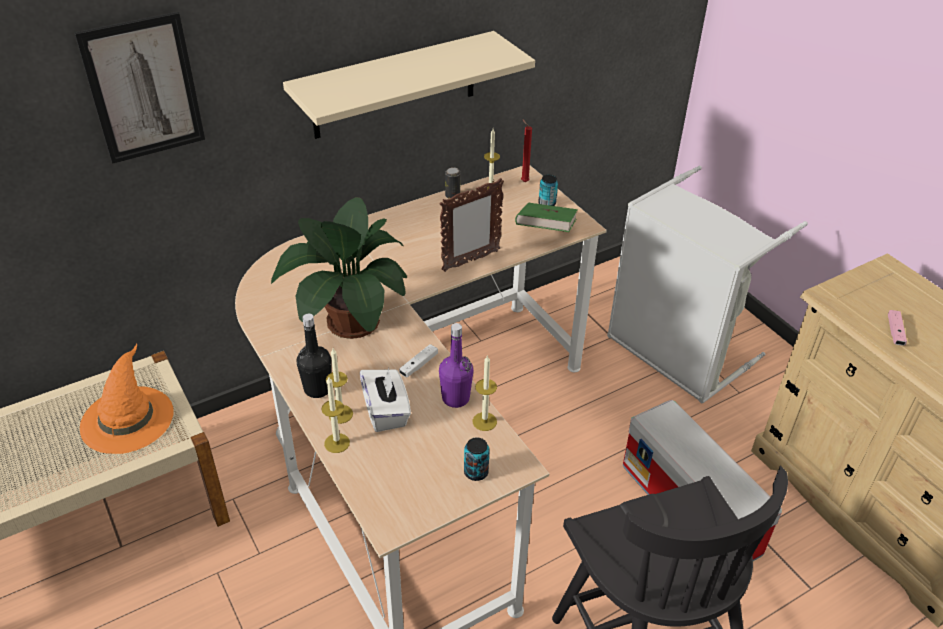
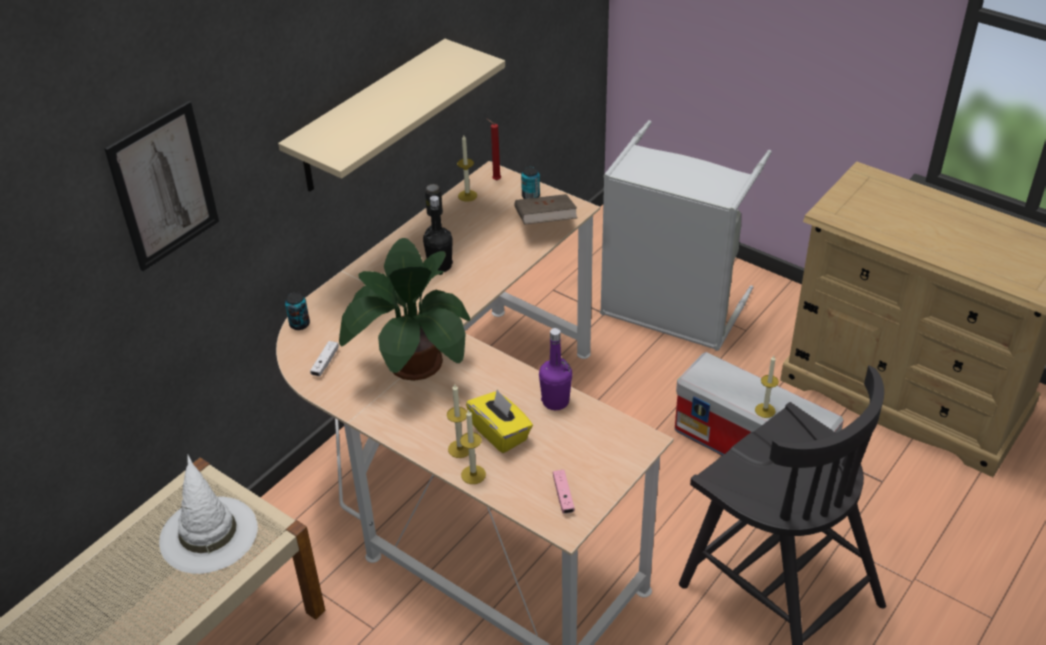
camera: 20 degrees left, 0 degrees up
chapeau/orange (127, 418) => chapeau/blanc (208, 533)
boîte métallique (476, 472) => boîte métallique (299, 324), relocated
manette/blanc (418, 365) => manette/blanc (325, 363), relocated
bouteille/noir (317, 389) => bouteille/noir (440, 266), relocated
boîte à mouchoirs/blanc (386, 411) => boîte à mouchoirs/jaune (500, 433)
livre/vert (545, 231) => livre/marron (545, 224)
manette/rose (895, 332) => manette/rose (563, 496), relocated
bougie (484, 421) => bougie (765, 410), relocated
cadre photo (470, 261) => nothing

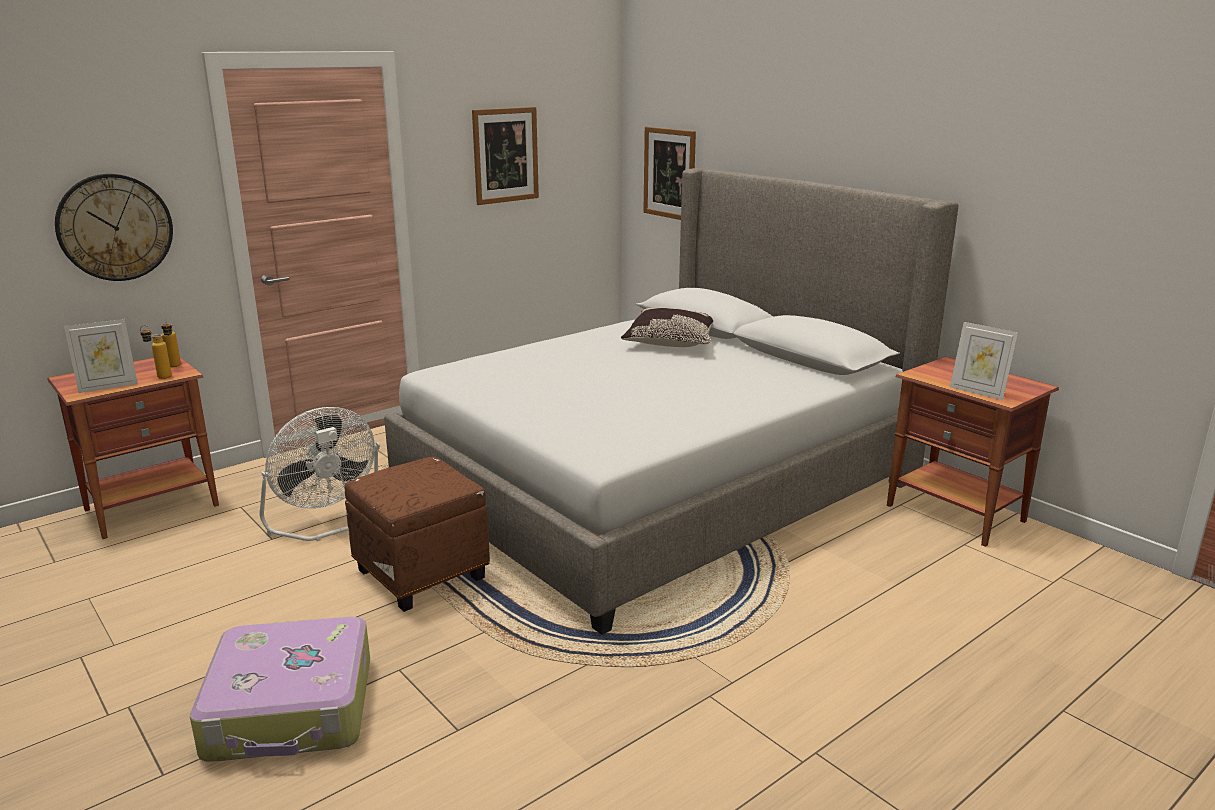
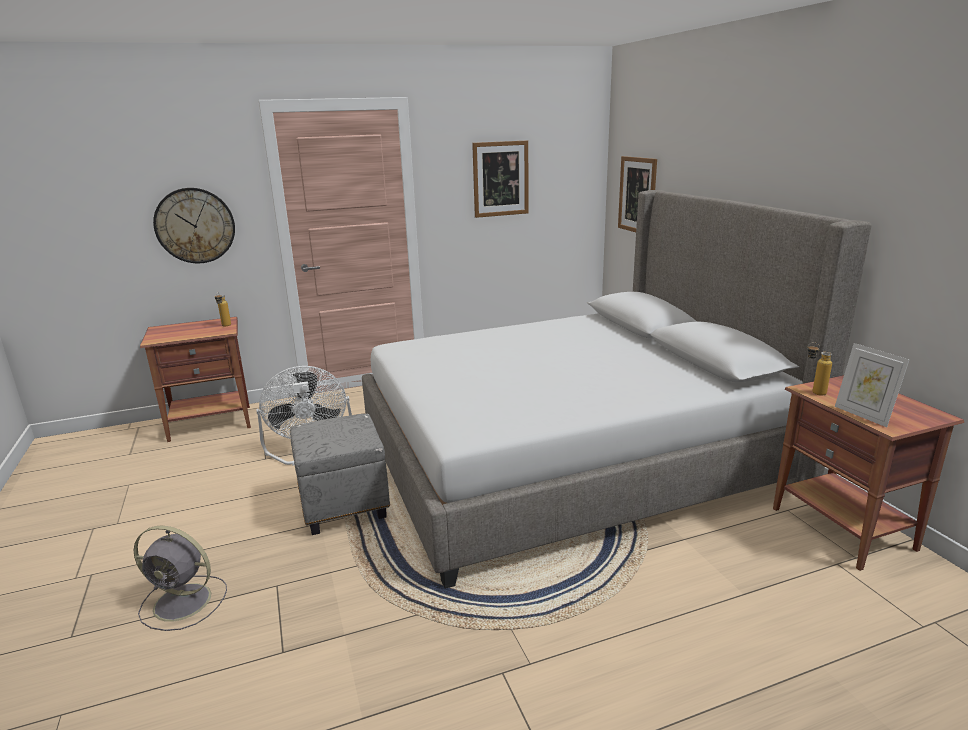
camera: 20 degrees right, 0 degrees up
valise (292, 709) => ventilateur/gris (185, 602)
pouf/marron (423, 575) => pouf/gris (345, 506)
bouteille (159, 376) => bouteille (813, 392), relocated
cadre photo (108, 387) => nothing
coussin (673, 342) => nothing

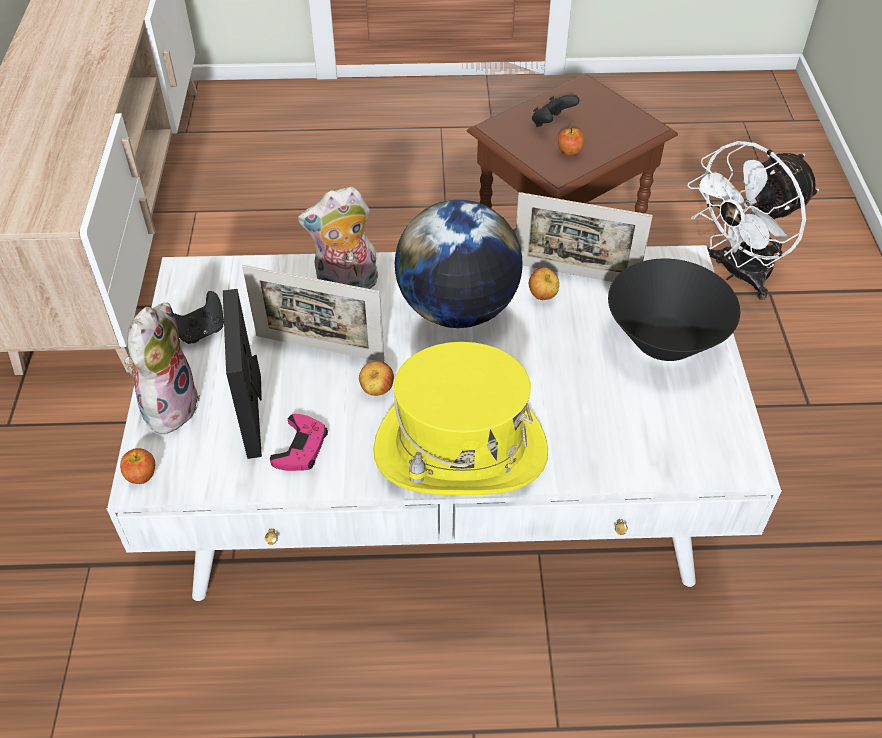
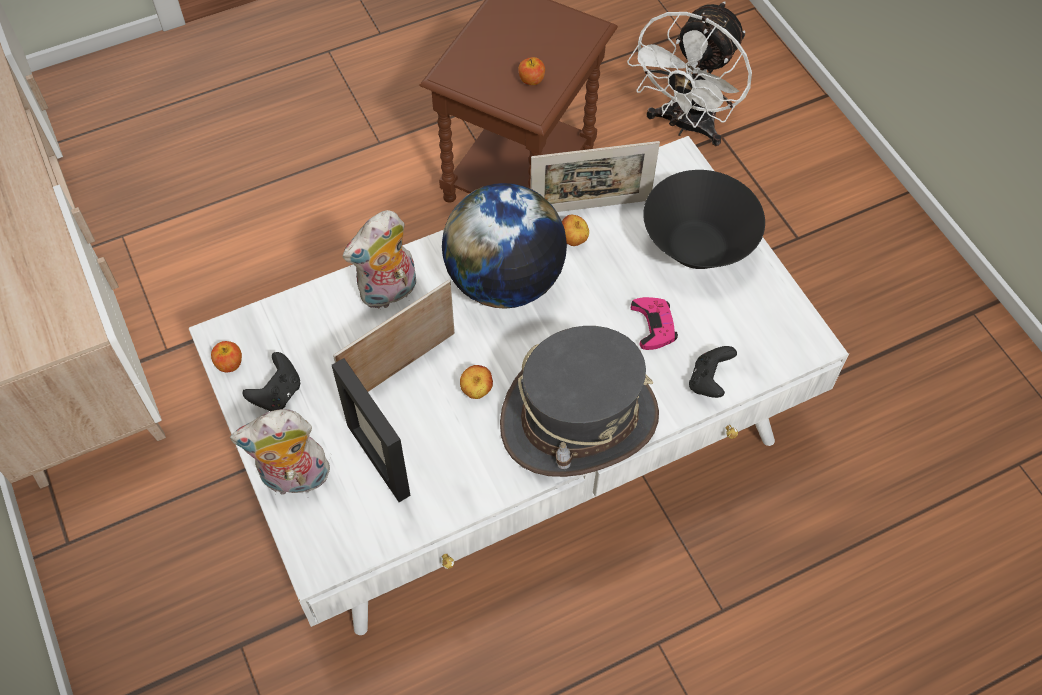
camera: 25 degrees left, 10 degrees up
pomme (141, 475) => pomme (229, 364), relocated
peluche (169, 405) => peluche (294, 479), 90 degrees counterclockwise
cadre photo (319, 348) => cadre photo (401, 368), 150 degrees clockwise
chapeau/jaune (460, 450) => chapeau/gris (579, 420)
manette/rose (300, 447) => manette/rose (653, 325), relocated
manette/noir (551, 123) => manette/noir (708, 381), relocated

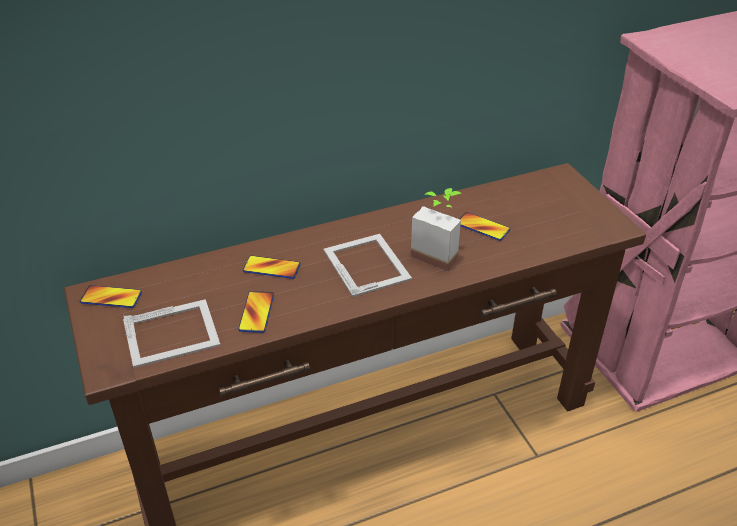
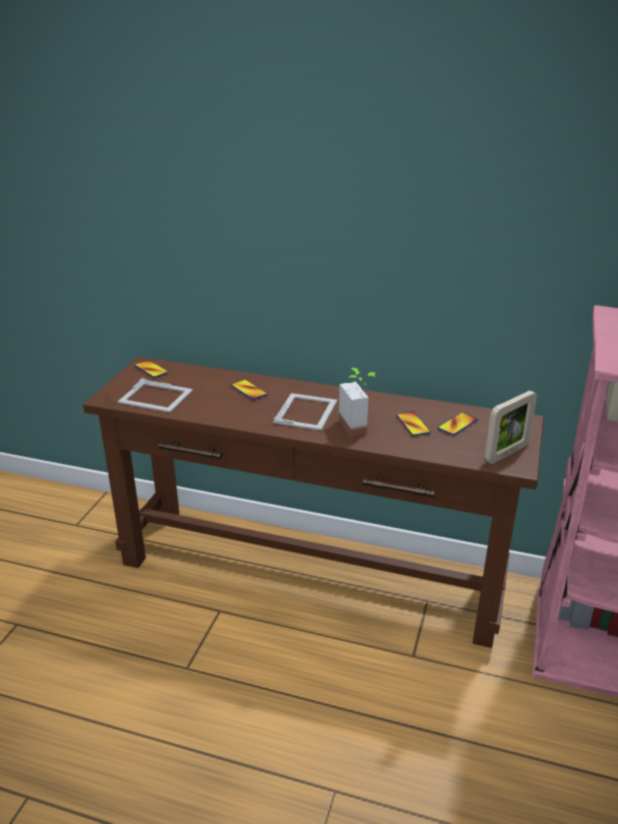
camera: 40 degrees right, 10 degrees down
téléphone (256, 312) => téléphone (457, 424), relocated
nothing => cadre photo (506, 453)

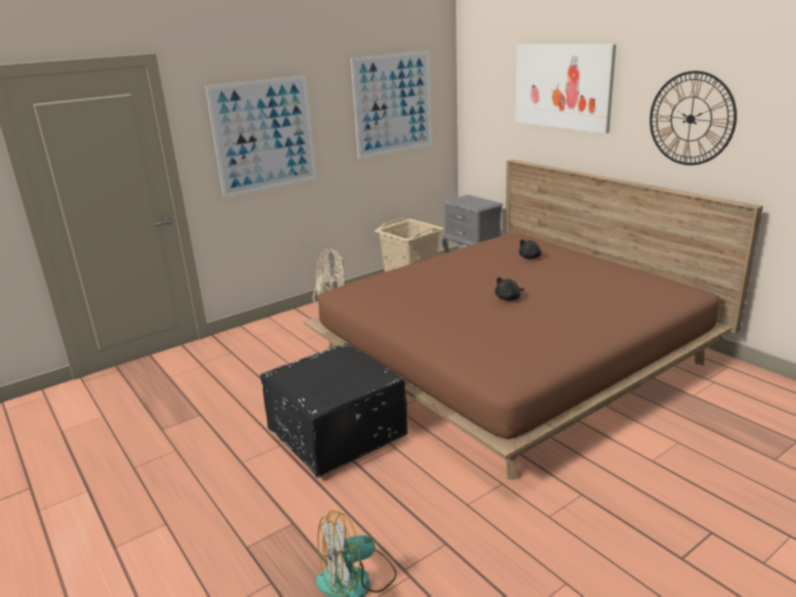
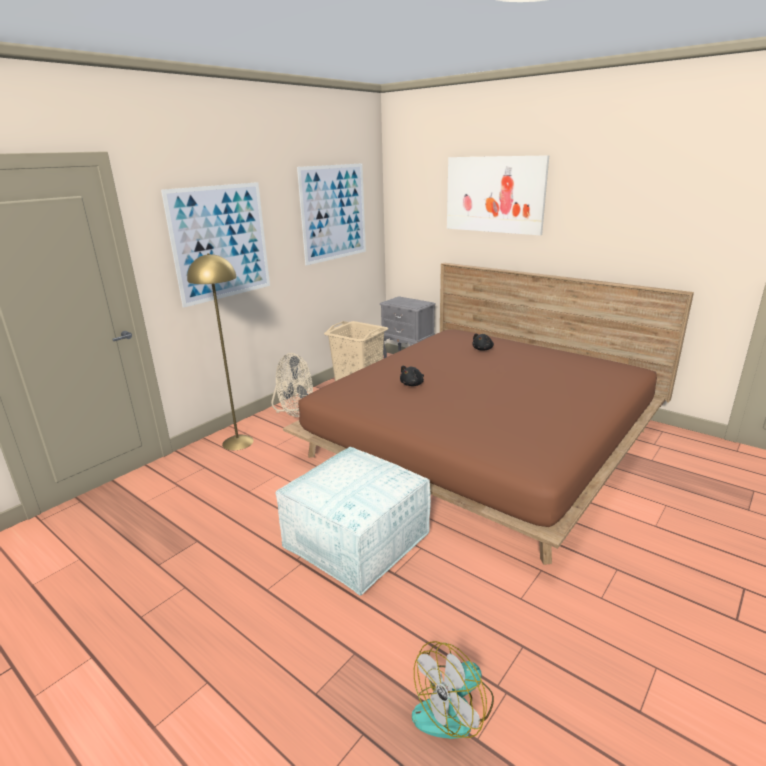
camera: 15 degrees left, 0 degrees up
nothing => lampadaire/jaune (238, 442)
pouf/noir (337, 436) => pouf/blanc (357, 544)
peluche/noir (509, 298) => peluche/noir (412, 384), relocated
horloge murale (691, 119) => nothing

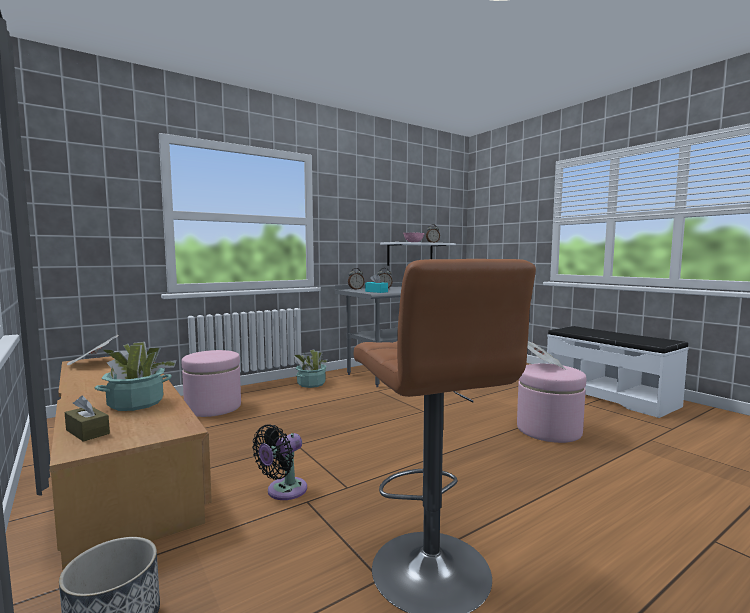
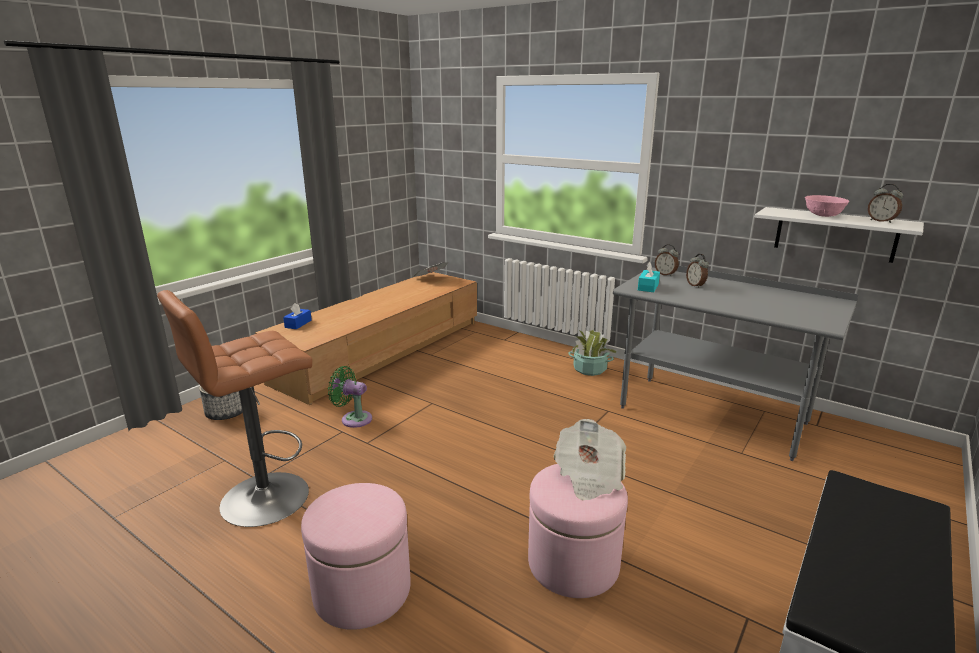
camera: 70 degrees right, 15 degrees up
boîte à mouchoirs/marron (87, 432) => boîte à mouchoirs/bleu (298, 324)
pouf/rose (213, 407) => pouf/rose (362, 590), relocated
ventilateur/noir (283, 491) => ventilateur/vert (353, 419)
plante en pot (136, 403) => nothing

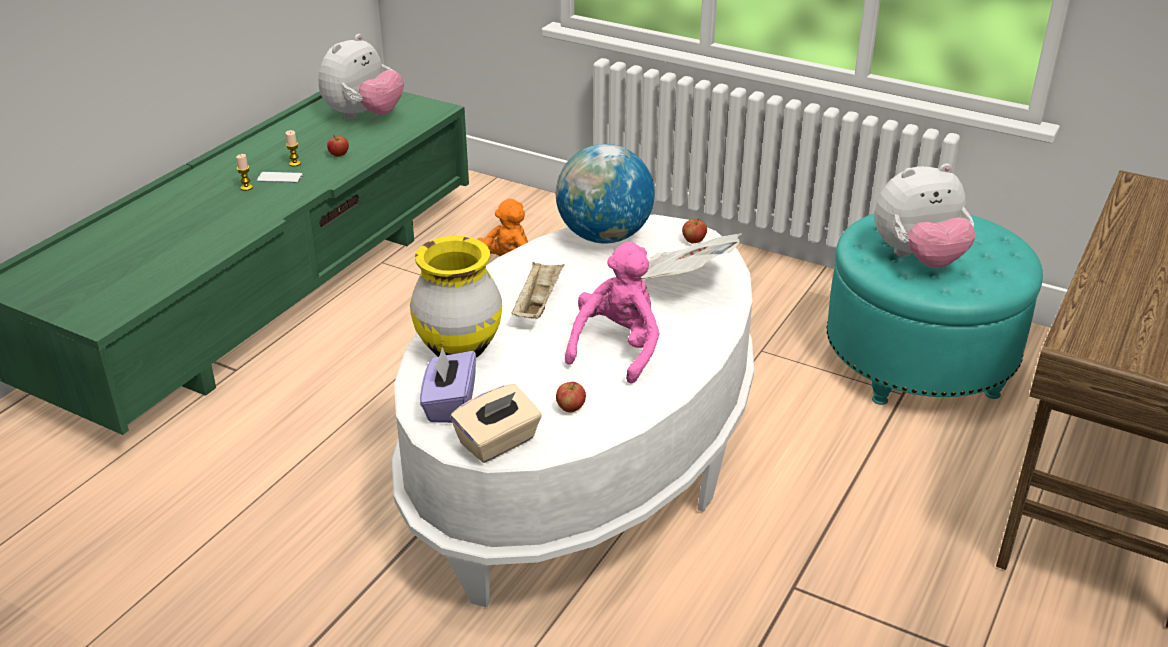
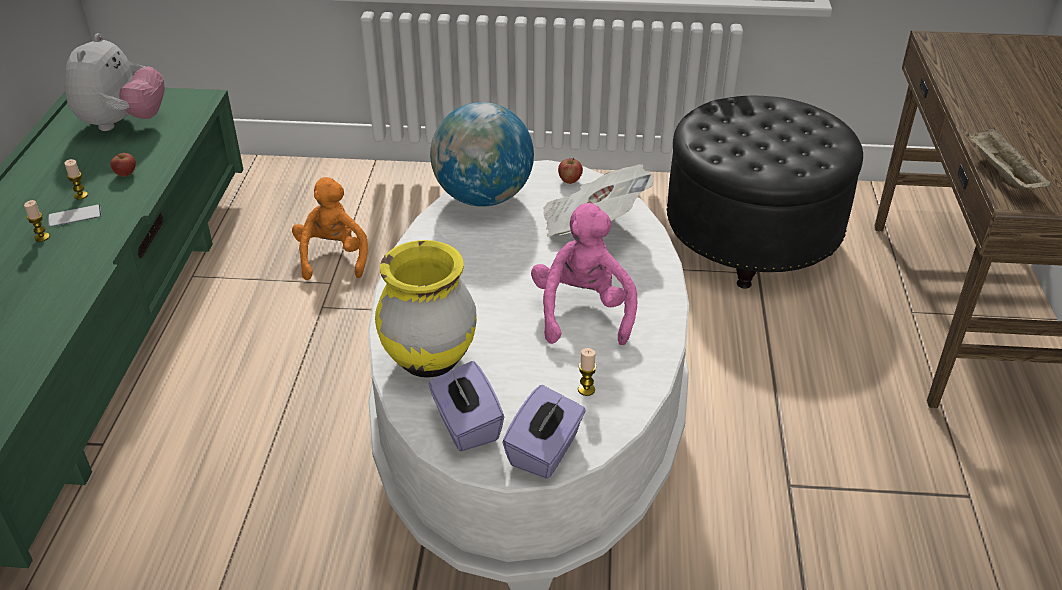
camera: 25 degrees left, 5 degrees up
boîte à mouchoirs/beige (498, 442) => boîte à mouchoirs/violet (545, 451)
pomme (570, 408) => bougie (586, 389)
pouf/turquoise (917, 362) => pouf/noir (751, 240)
plateau/beige (537, 304) => plateau/beige (1000, 174), relocated
peluche (918, 258) => nothing

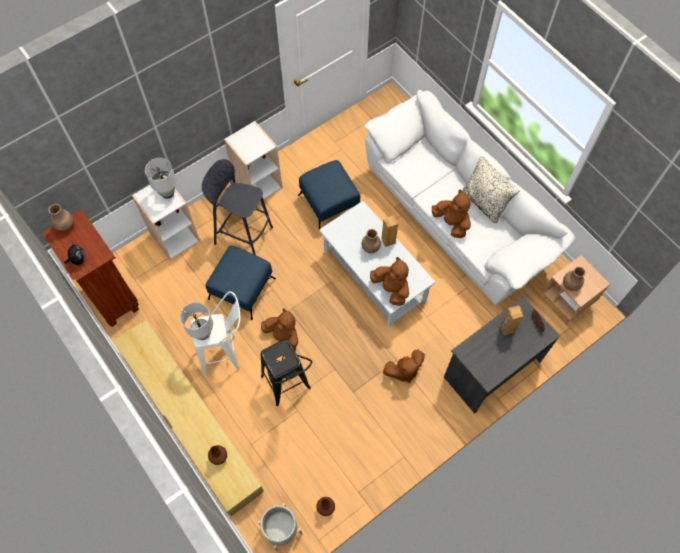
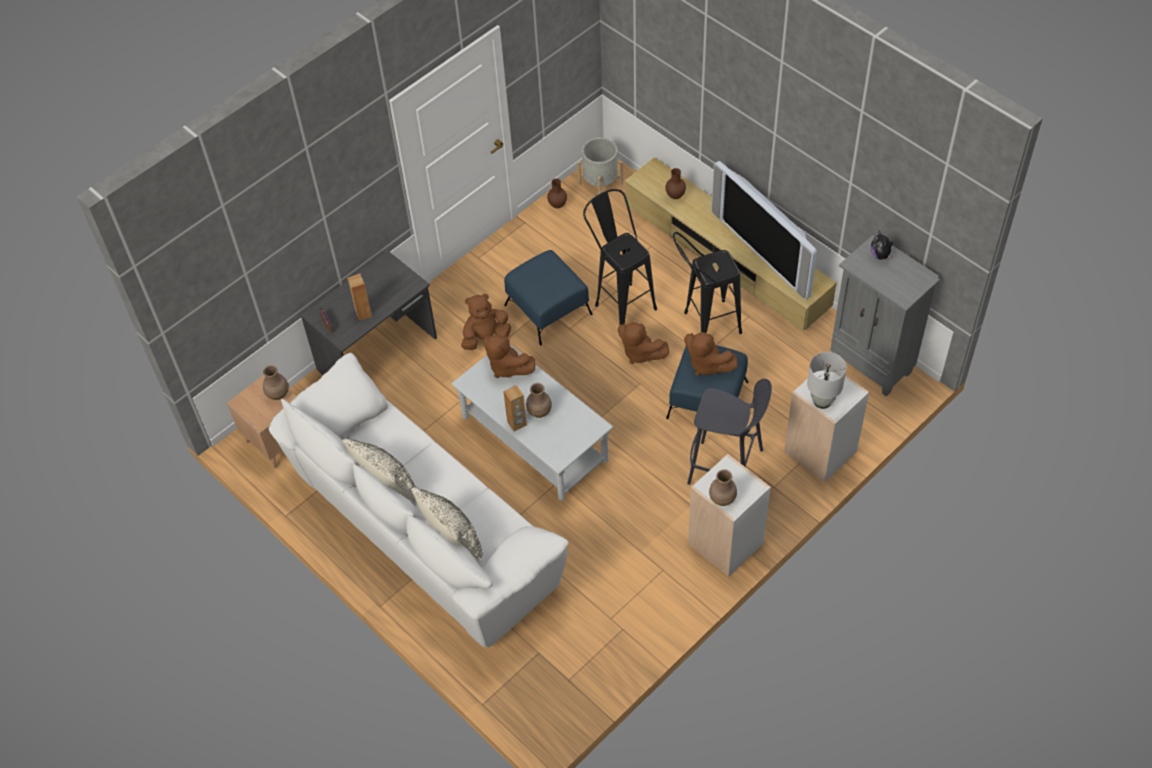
camera: 175 degrees right, 10 degrees down
nothing => coussin/beige (452, 540)
pouf/bleu (329, 203) => pouf/bleu (548, 310), relocated
tabouret/blanc (227, 354) => tabouret/noir (704, 326)
peluche/marron (451, 223) => peluche/marron (706, 364), relocated
vase/marron (66, 226) => vase/marron (722, 498), relocated
nothing => téléviseur (763, 251)
meuble de rangement/marron (113, 298) => meuble de rangement/gris (870, 366)
lampe de table/blanc (202, 333) => nothing

